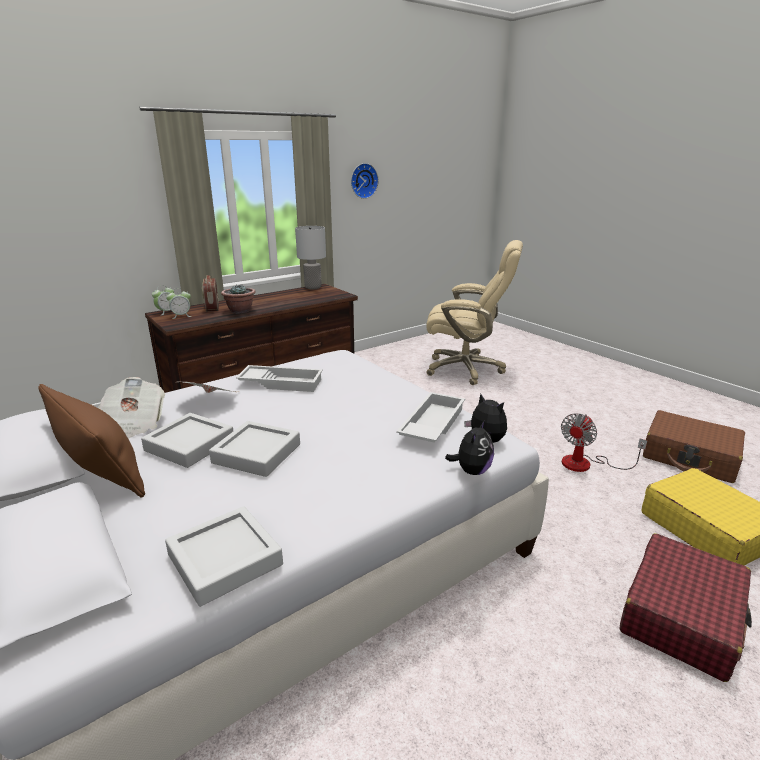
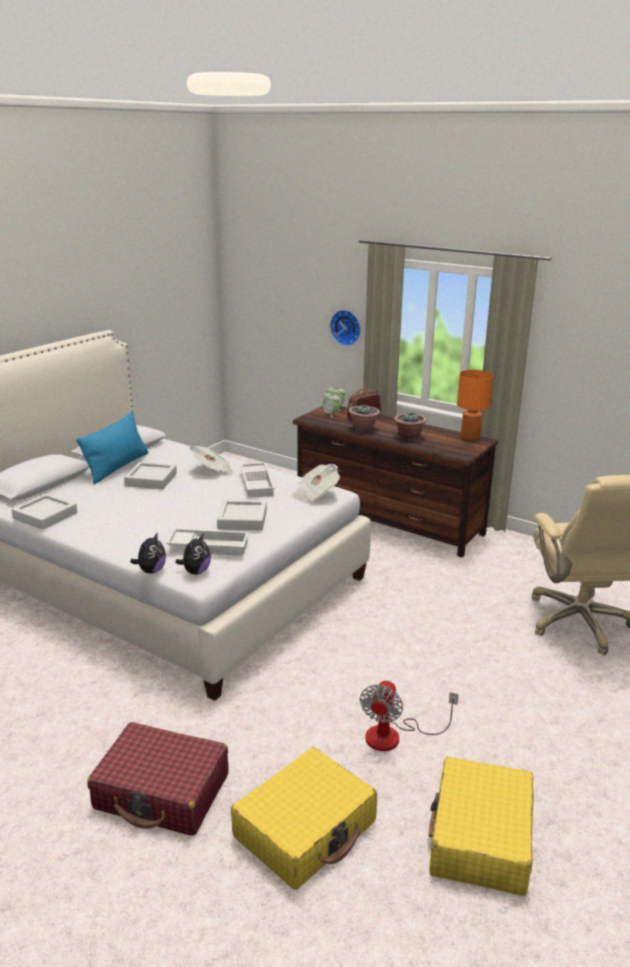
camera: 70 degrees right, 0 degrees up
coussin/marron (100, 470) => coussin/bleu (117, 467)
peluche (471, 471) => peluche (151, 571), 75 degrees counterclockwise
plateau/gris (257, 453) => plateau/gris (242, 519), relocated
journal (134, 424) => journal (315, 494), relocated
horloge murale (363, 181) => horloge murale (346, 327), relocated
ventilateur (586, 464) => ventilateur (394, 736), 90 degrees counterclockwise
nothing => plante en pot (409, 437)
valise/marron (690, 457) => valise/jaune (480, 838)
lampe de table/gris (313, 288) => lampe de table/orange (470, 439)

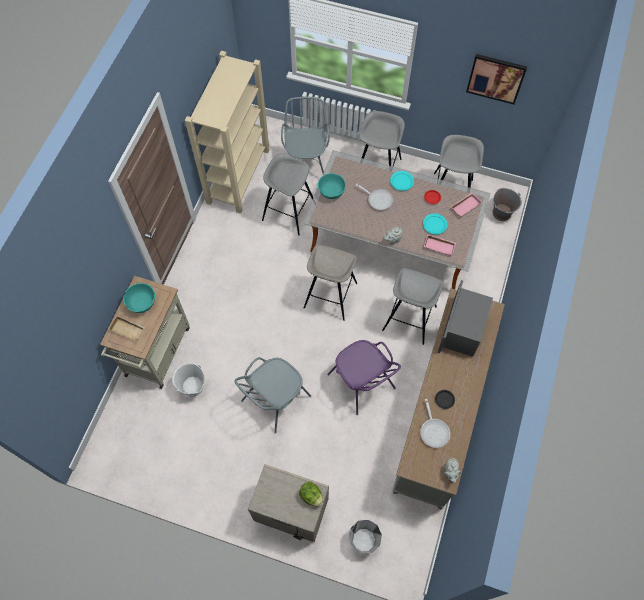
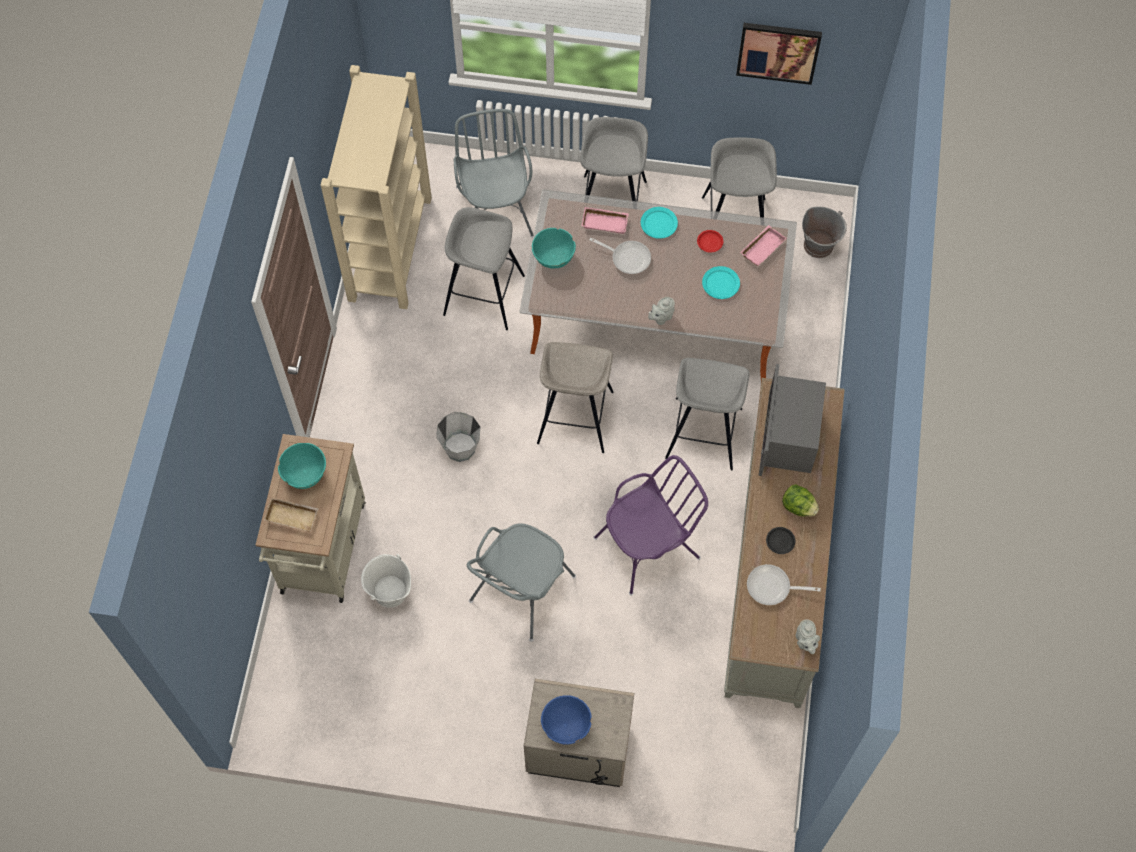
camera: 10 degrees left, 0 degrees up
seau/gris (363, 540) => seau/gris (460, 447), relocated
nothing => bol/bleu (566, 725)
plateau/rose (440, 246) => plateau/rose (605, 222), relocated
chaise/violet (362, 384) => chaise/violet (650, 544), 75 degrees counterclockwise
poêle (434, 430) => poêle (772, 587), 120 degrees clockwise
laitue (311, 496) => laitue (798, 506), relocated

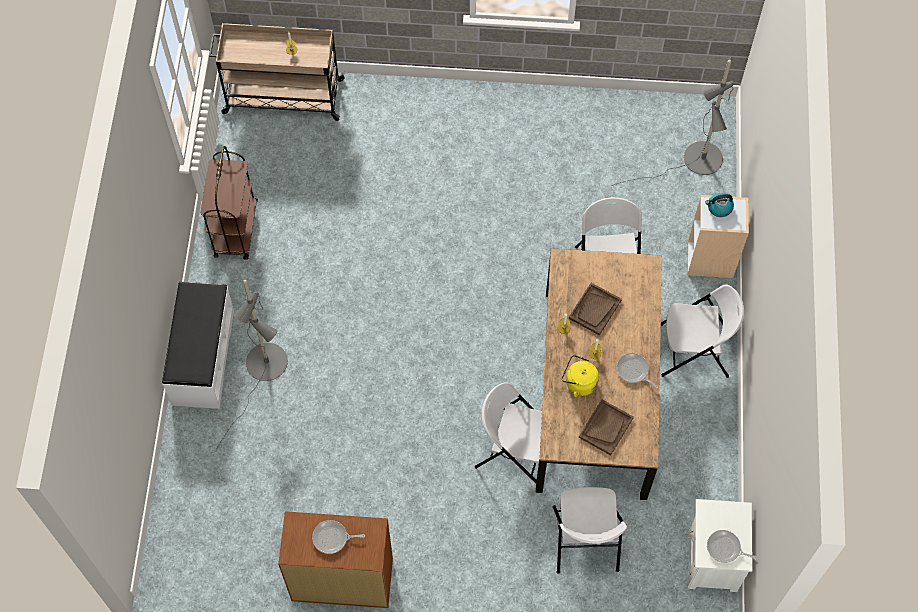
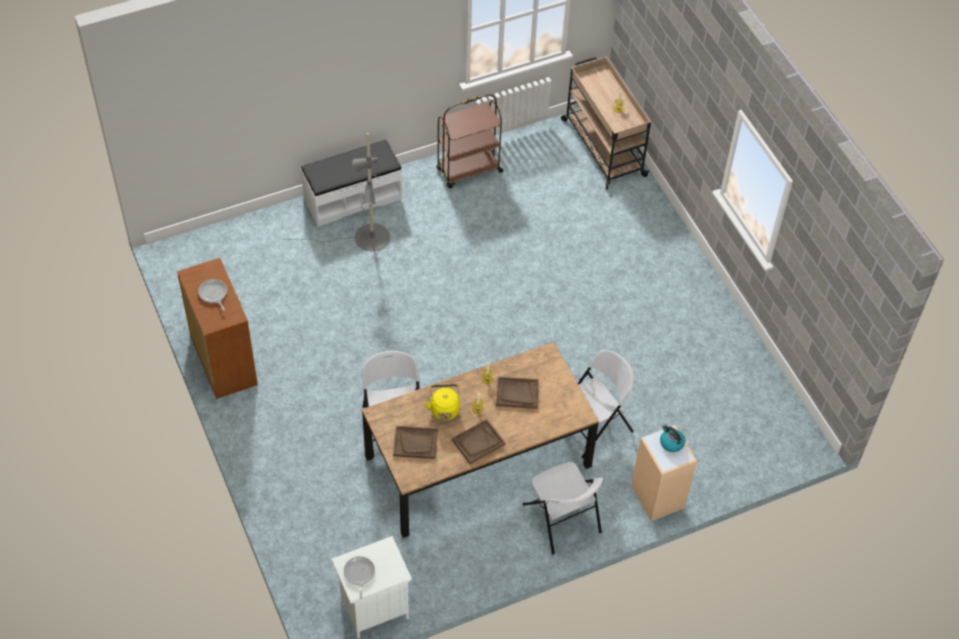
camera: 60 degrees right, 10 degrees down
poêle (633, 371) => plateau/marron (478, 442)
chaise/blanc (585, 538) => nothing
lampadaire/gris (694, 161) => nothing

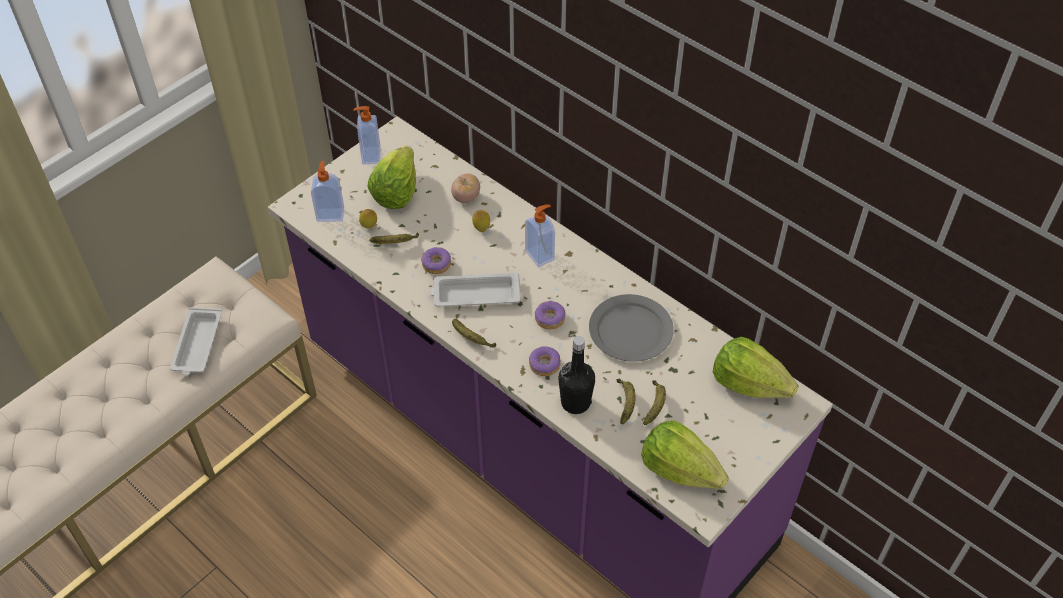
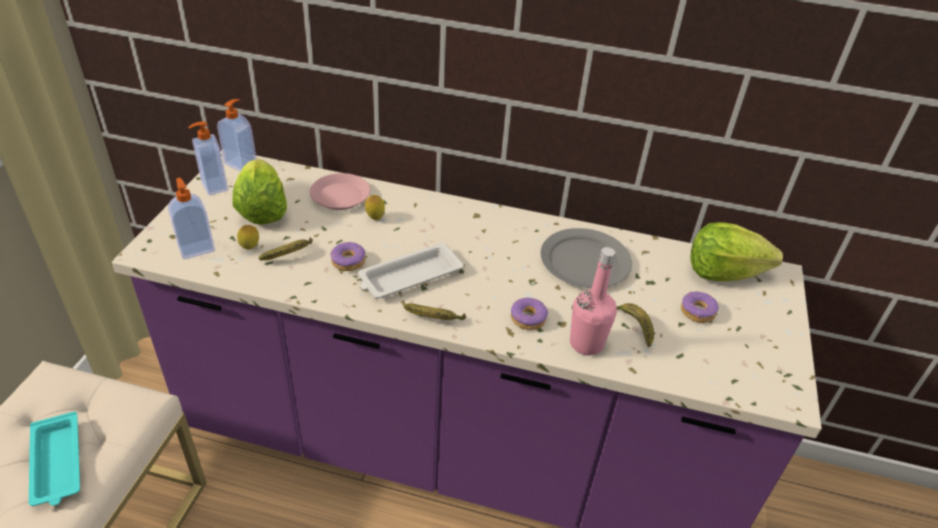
camera: 30 degrees left, 10 degrees down
plateau/blanc (197, 345) => plateau/turquoise (57, 464)
distributeur de savon (540, 255) => distributeur de savon (241, 164), relocated
tomate (466, 197) => assiette/rose (340, 196)
bouteille/noir (575, 402) => bouteille/rose (586, 343)
beignet (549, 319) => beignet (697, 312), relocated
laitue (679, 469) => nothing
banane (654, 405) => nothing

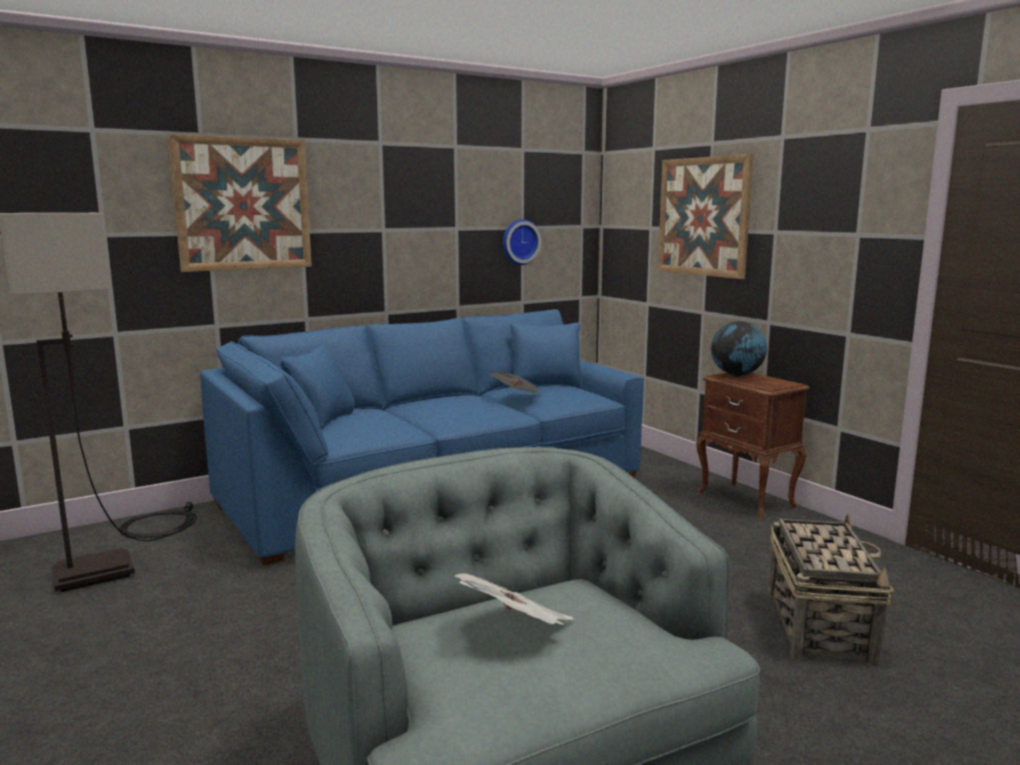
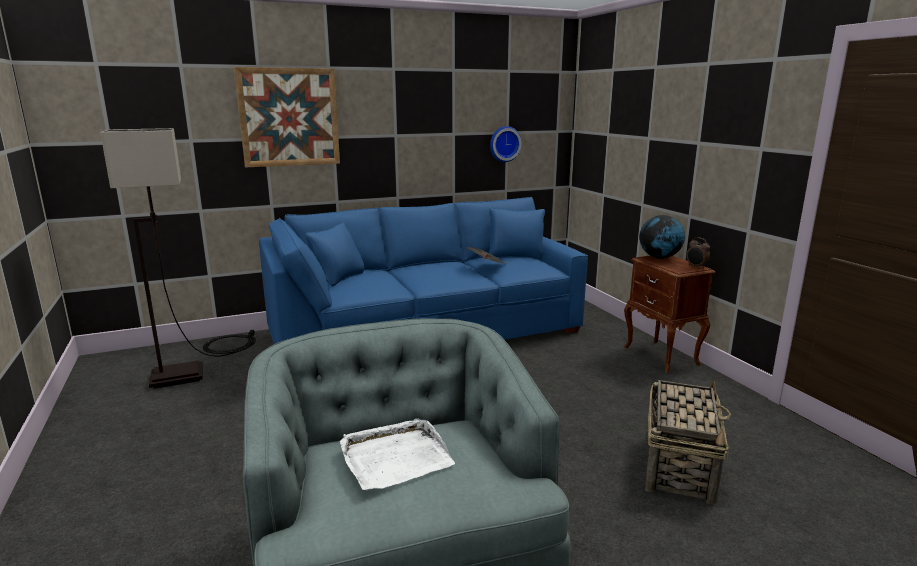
camera: 10 degrees right, 5 degrees up
journal (516, 629) => plateau/blanc (395, 457)
nothing => réveil (696, 267)
tableau (703, 216) => nothing

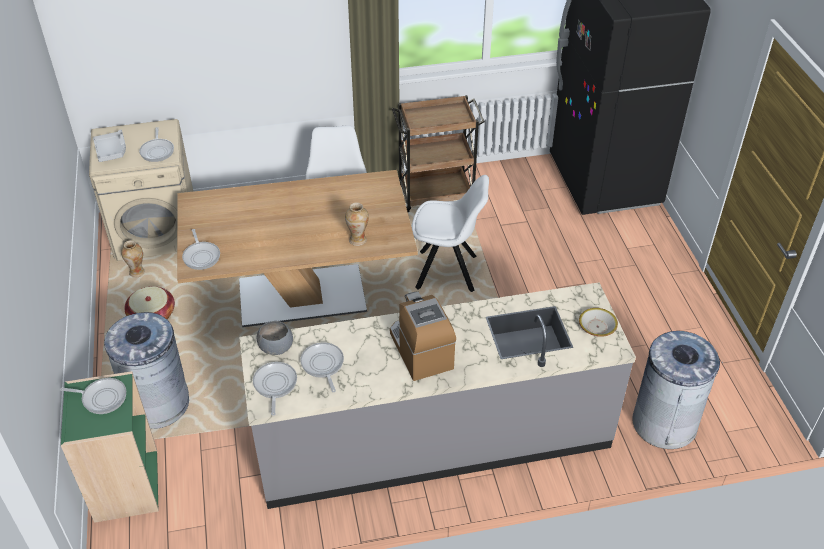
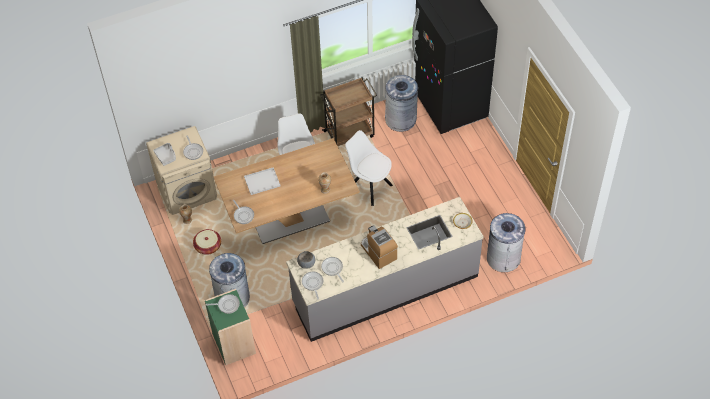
camera: 10 degrees left, 10 degrees up
nothing => plateau/blanc (261, 182)
chaise/blanc (447, 272) => chaise/blanc (369, 187), 135 degrees counterclockwise
nothing => poubelle/gris (401, 119)

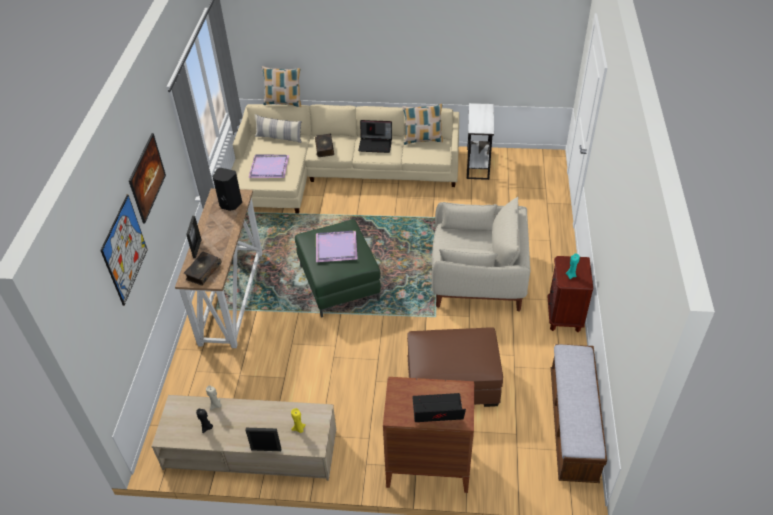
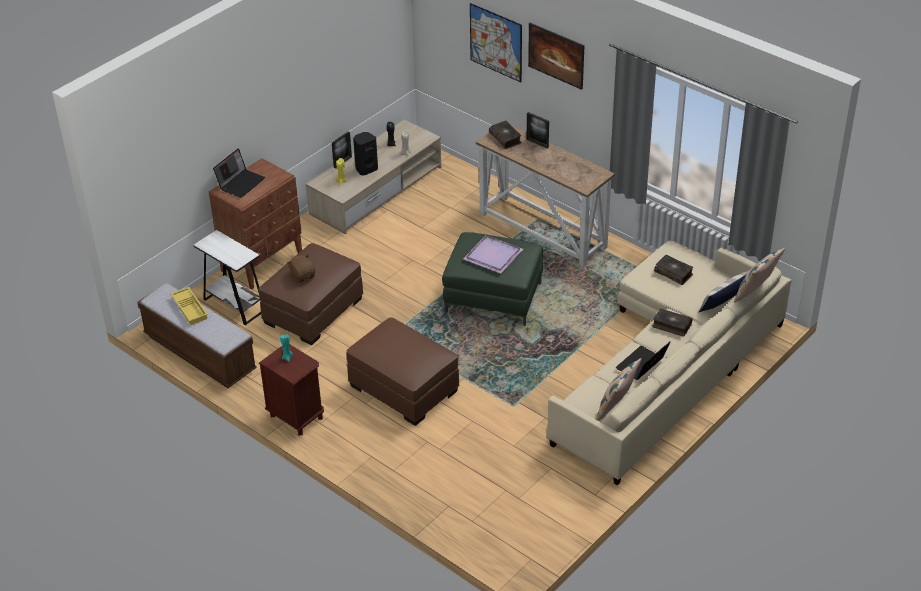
camera: 125 degrees right, 5 degrees down
nothing => plateau/jaune (190, 308)
table d'appoint/blanc (478, 164) => table d'appoint/blanc (234, 305), relocated
nothing => peluche/marron (303, 276)
fauteuil/beige (477, 277) => pouf/marron (403, 388)
enceinte/noir (230, 204) => enceinte/noir (366, 169), relocated
plateau/violet (268, 167) => livre (673, 273)

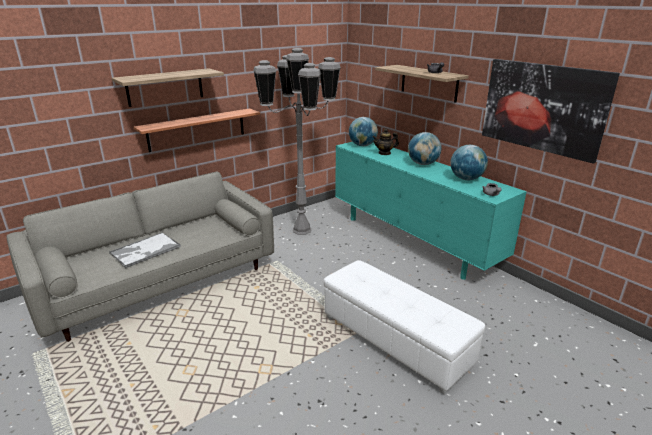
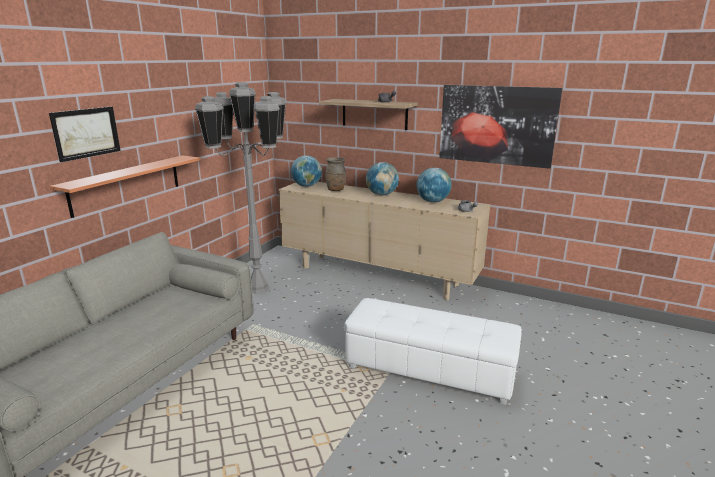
camera: 25 degrees left, 5 degrees down
étagère (165, 87) => tableau (86, 133)
meuble de rangement/turquoise (412, 240) => meuble de rangement/beige (378, 275)
théière (384, 153) => vase/marron (336, 190)
plateau (145, 250) => nothing

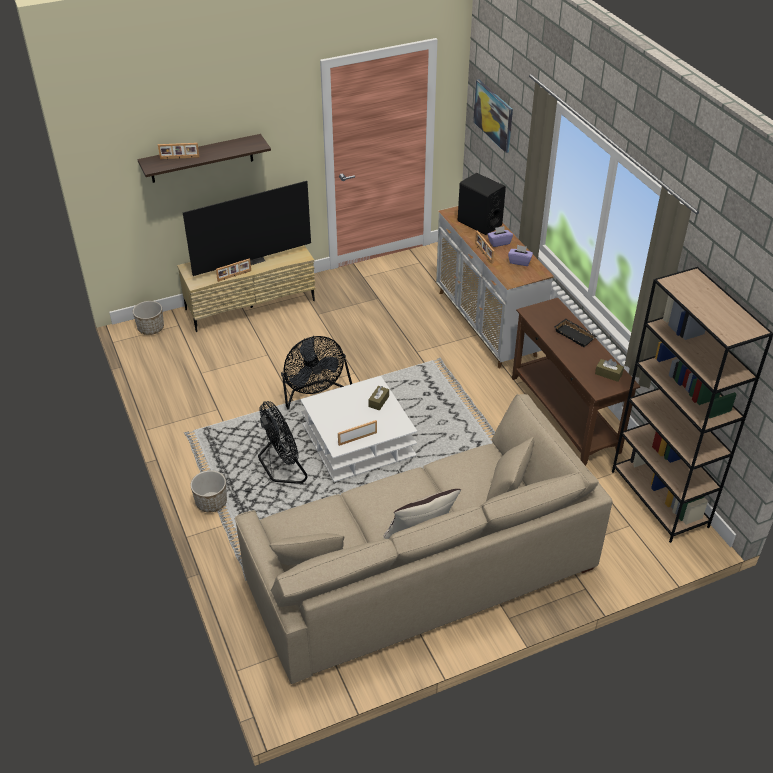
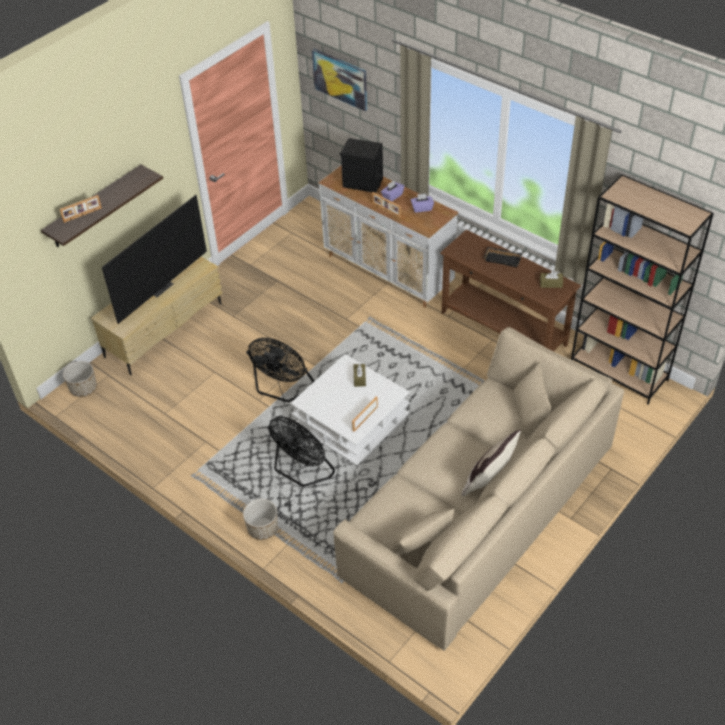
camera: 25 degrees left, 5 degrees up
ventilateur/noir (311, 392) => ventilateur/noir (279, 392), 105 degrees counterclockwise
cadre photo (234, 276) => nothing

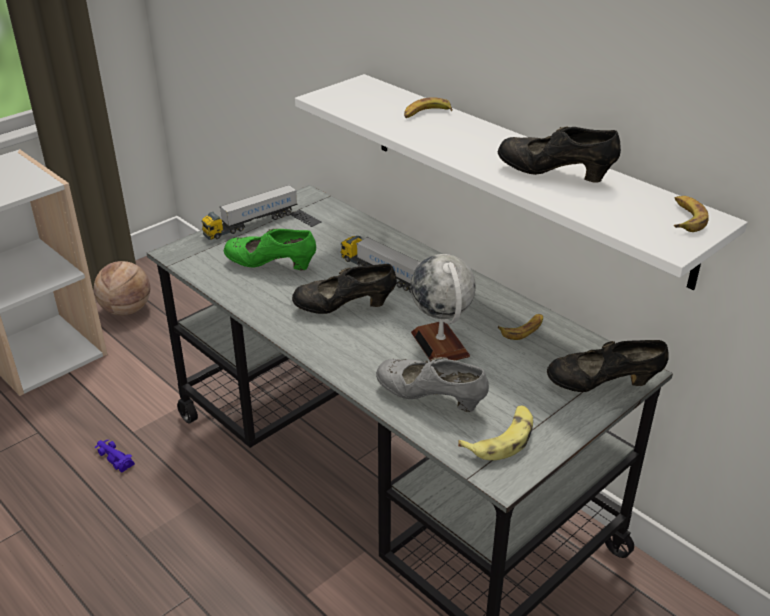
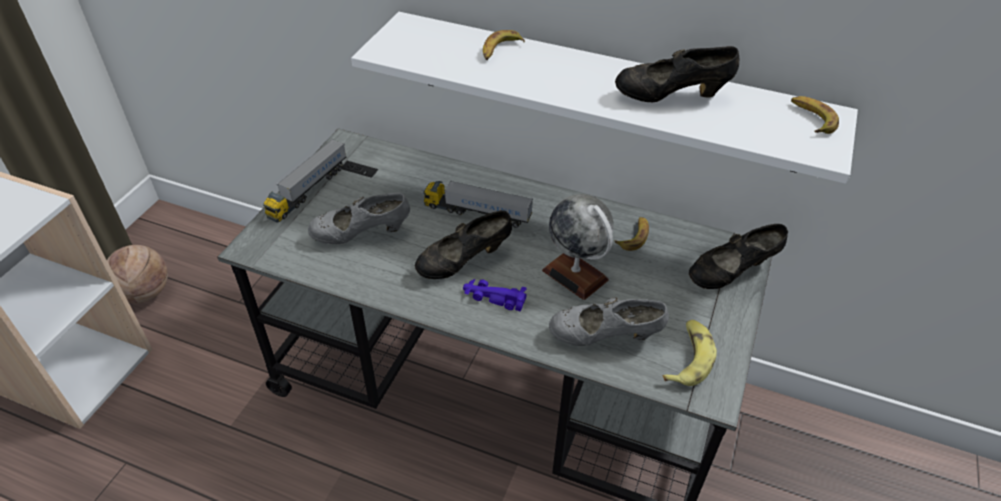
camera: 25 degrees left, 10 degrees up
chaussure/vert (271, 265) => chaussure/gris (361, 234)
petite voiture/violet (114, 457) => petite voiture/violet (493, 297), relocated

